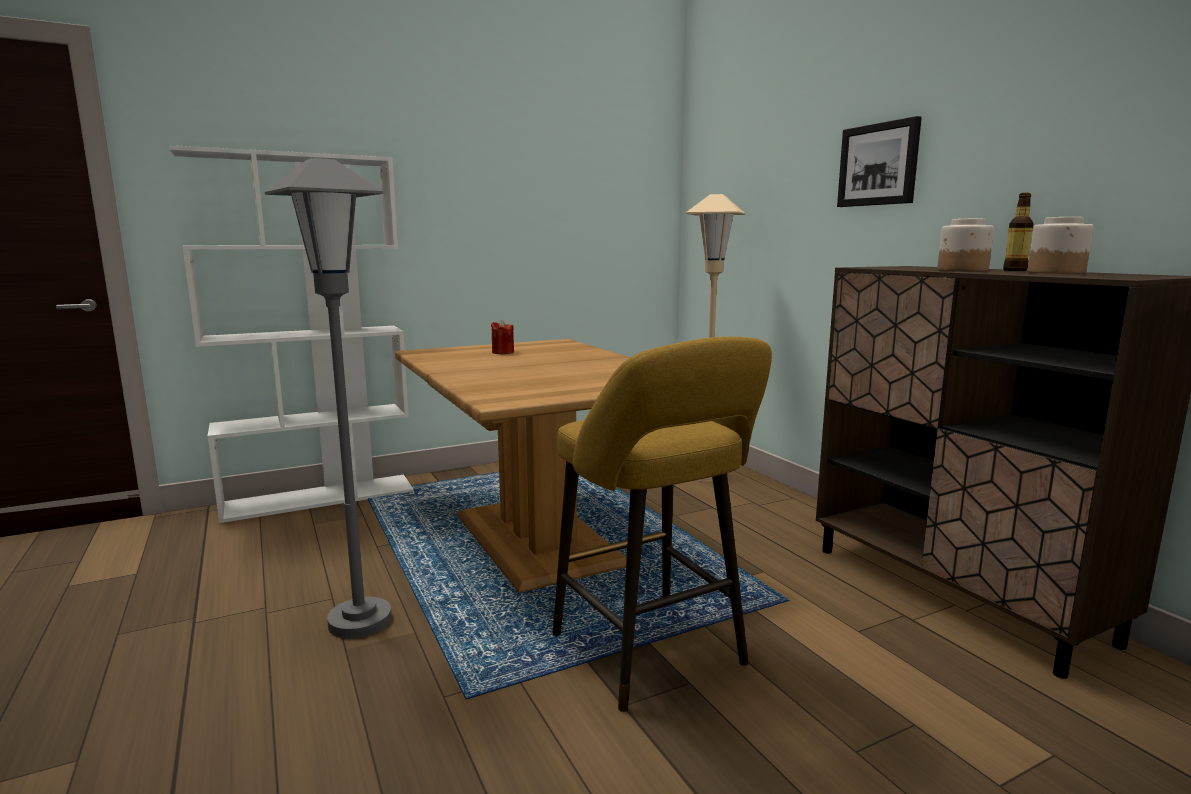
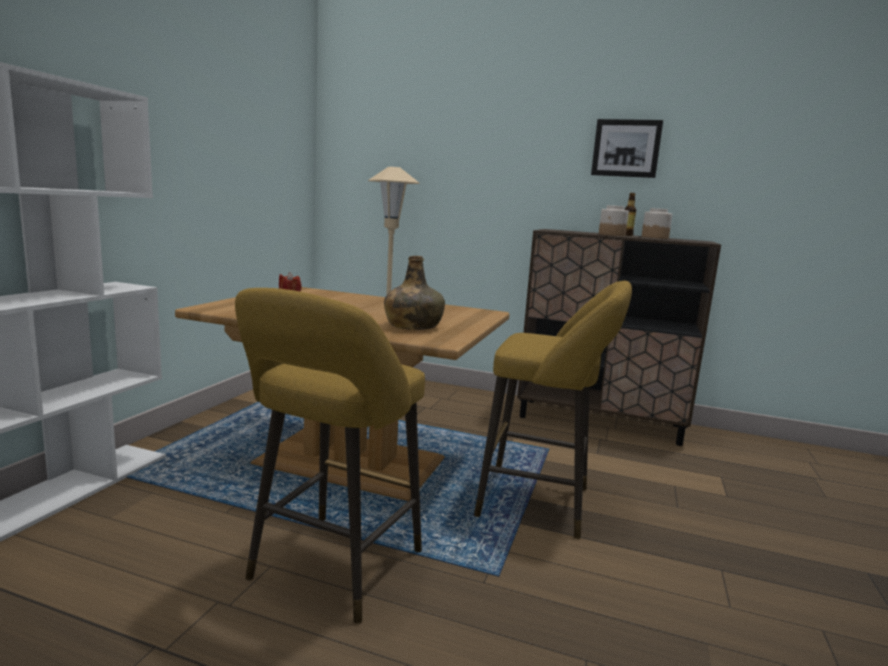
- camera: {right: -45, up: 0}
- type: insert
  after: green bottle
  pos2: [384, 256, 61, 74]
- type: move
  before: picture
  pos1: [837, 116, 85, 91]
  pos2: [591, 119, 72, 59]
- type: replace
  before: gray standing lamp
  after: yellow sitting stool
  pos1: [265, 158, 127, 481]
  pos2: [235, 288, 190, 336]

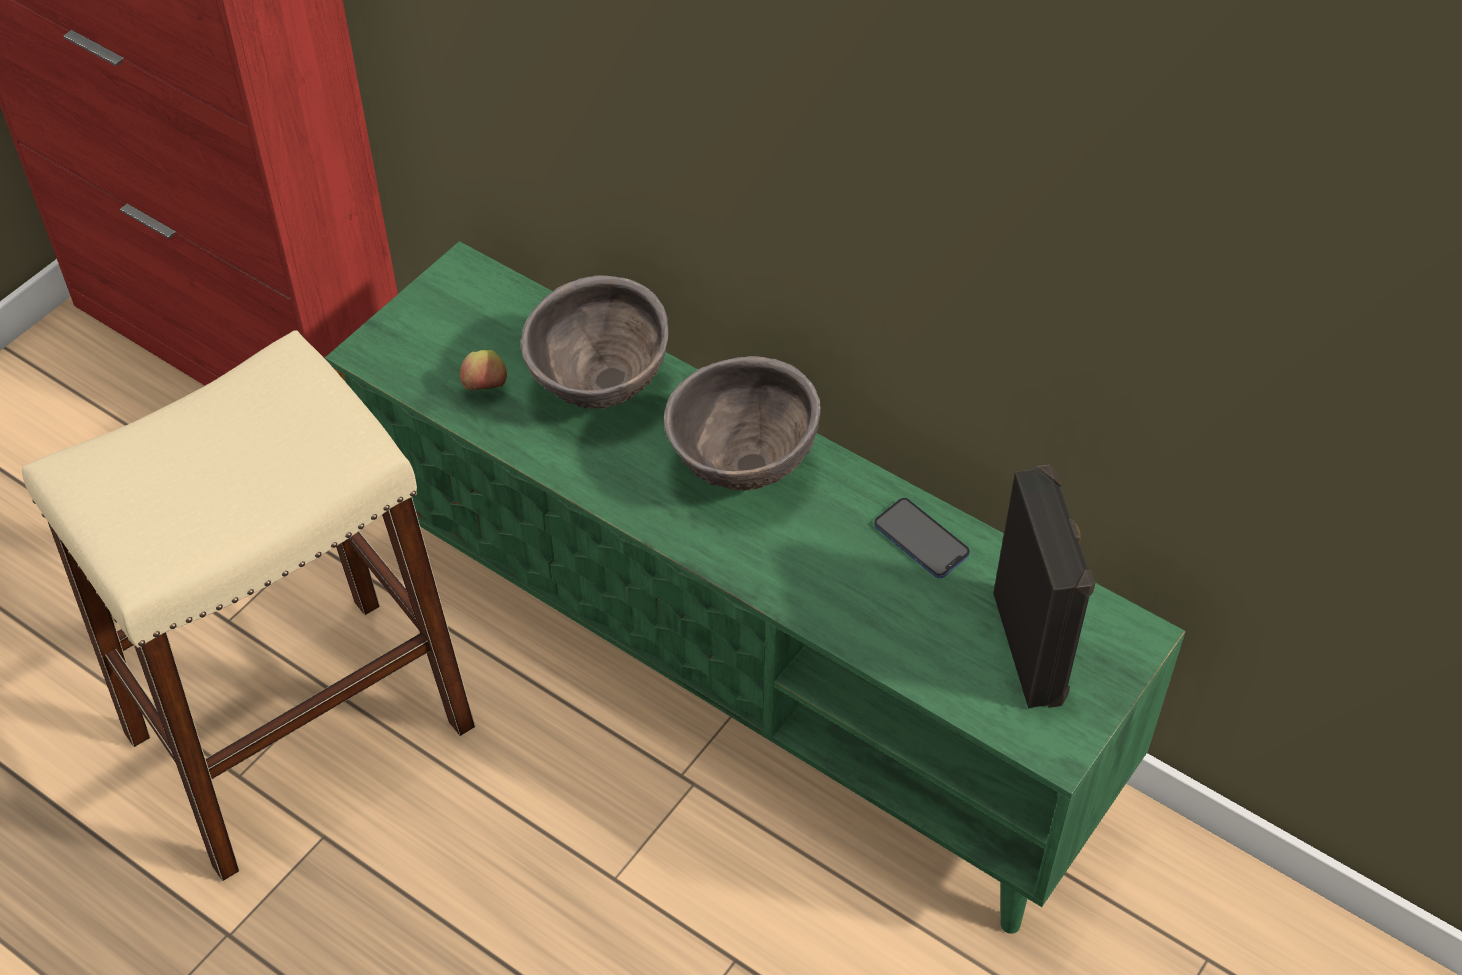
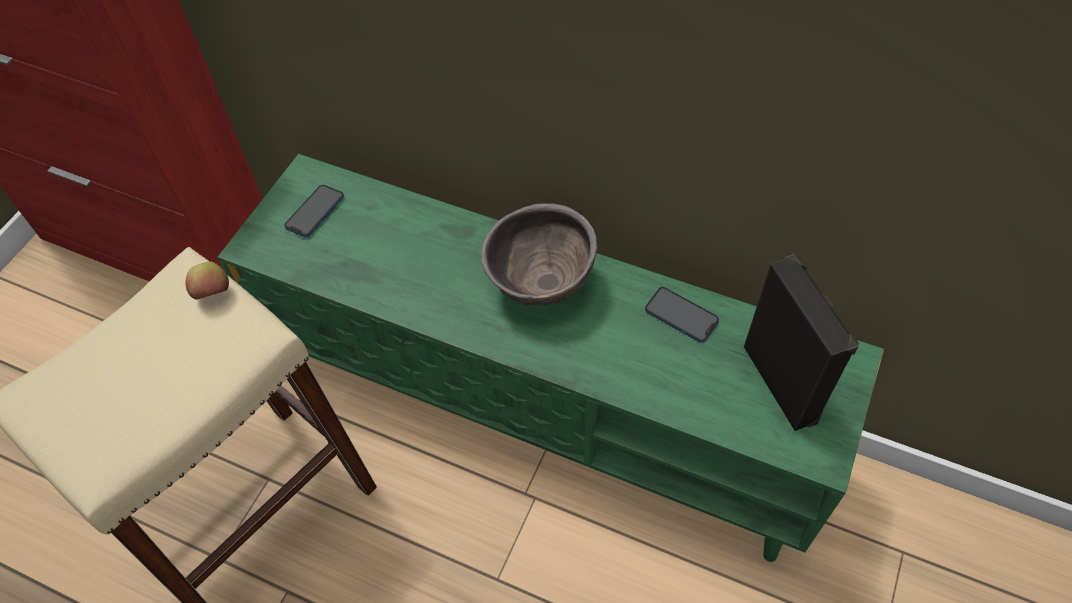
- camera: {right: -10, up: 5}
- type: delete
  before: brown-coloured serving bowl
  pos1: [520, 275, 149, 134]
- type: insert
  after: handset
  pos2: [284, 185, 60, 52]
- type: move
  before: apple
  pos1: [460, 350, 47, 40]
  pos2: [186, 261, 43, 39]

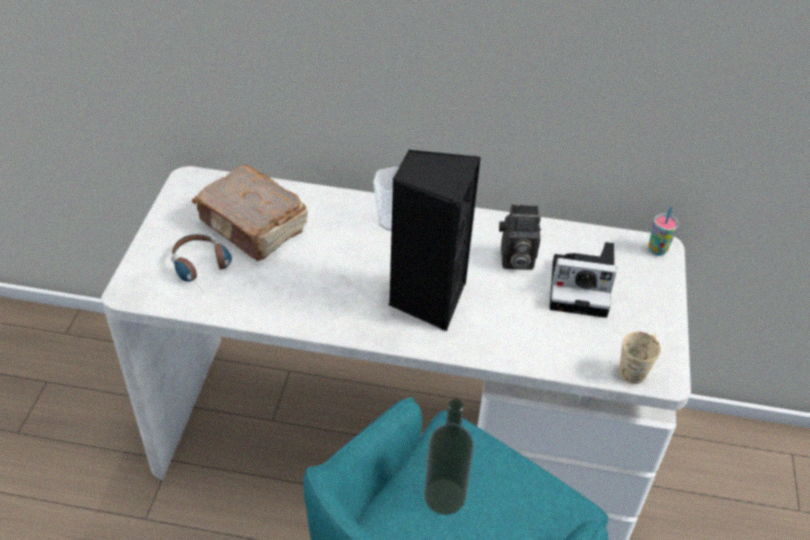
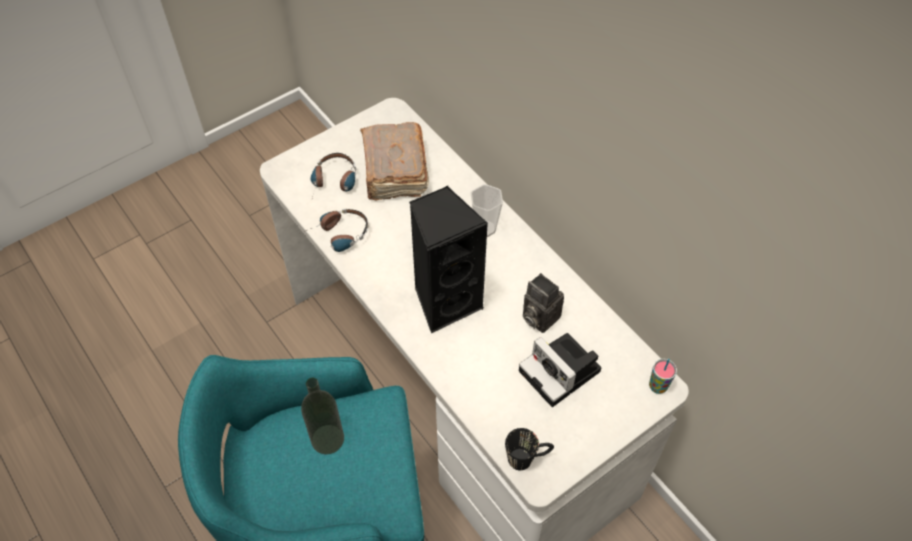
- camera: {right: 45, up: 10}
- type: insert
  after: headphones
  pos2: [306, 209, 63, 43]
- type: recolor
  before: sand-coloured coffee mug
  after: black coffee mug
  pos1: [619, 332, 42, 52]
  pos2: [505, 428, 49, 42]

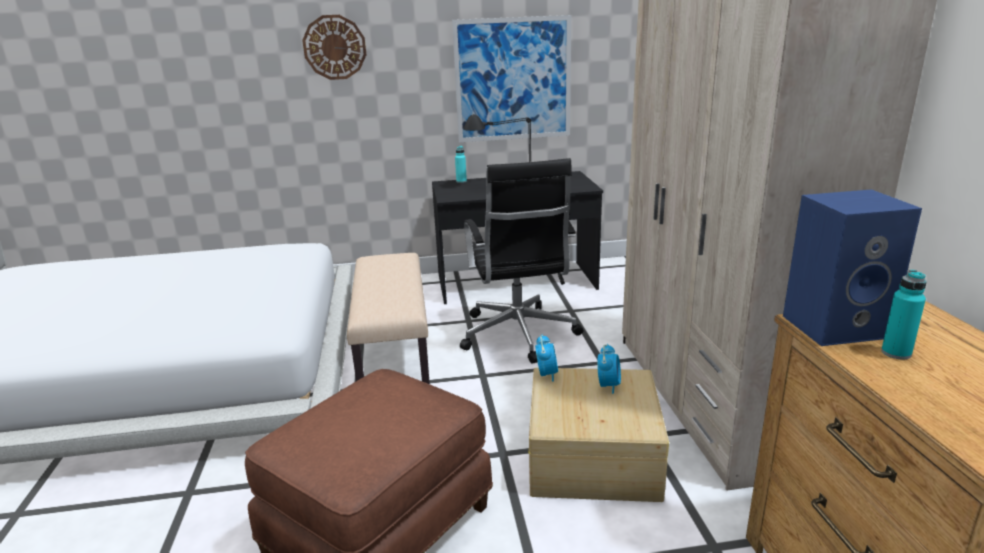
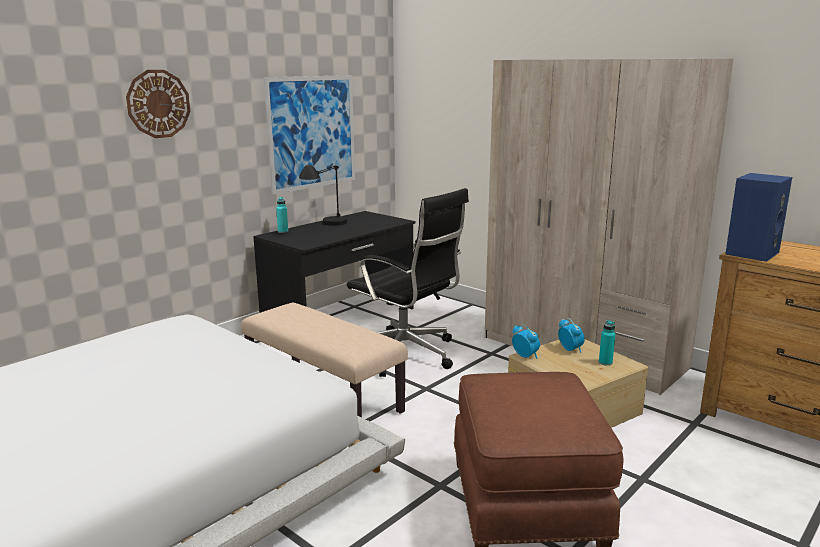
- camera: {right: -40, up: -5}
- type: move
  before: turquoise-coloured bottle
  pos1: [881, 270, 46, 90]
  pos2: [599, 320, 16, 46]

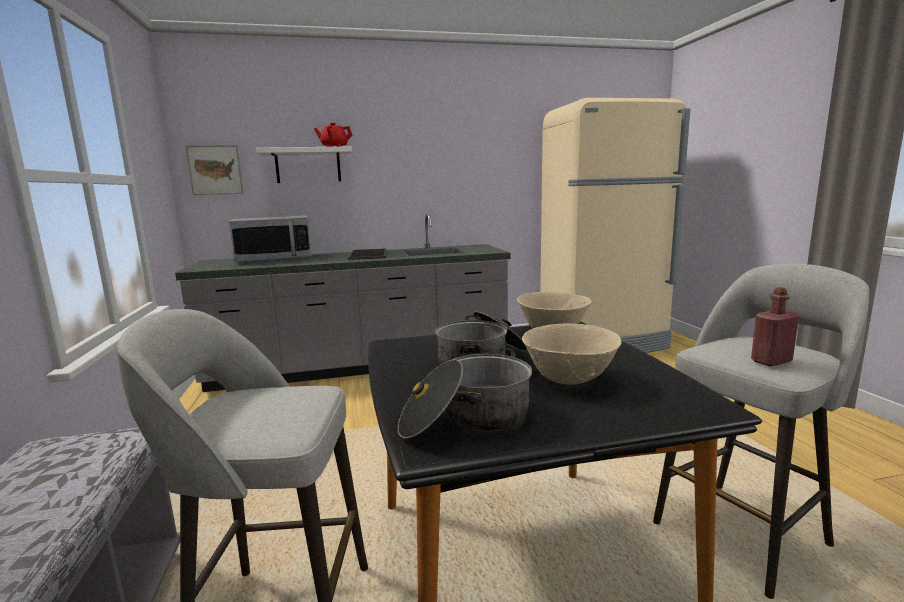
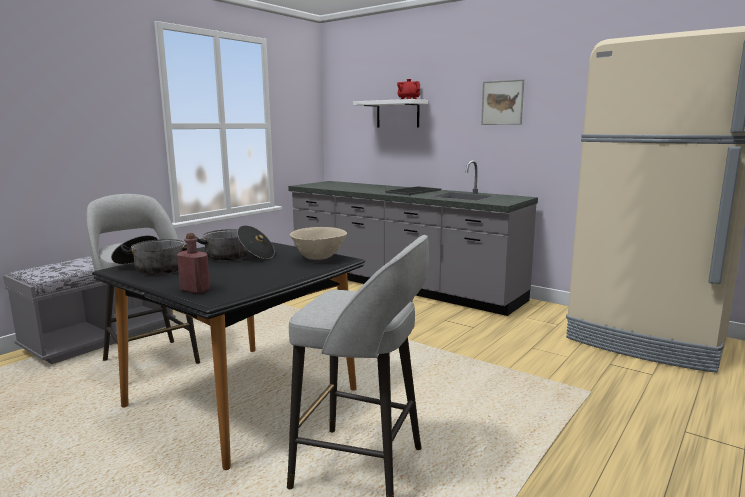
- camera: {right: 50, up: 0}
- type: delete
  before: kitchen microwave
  pos1: [229, 216, 83, 47]
- type: delete
  before: sand-coloured serving bowl
  pos1: [522, 324, 100, 61]
- type: move
  before: picture
  pos1: [185, 145, 59, 50]
  pos2: [481, 79, 43, 46]
- type: move
  before: reddish bottle
  pos1: [751, 287, 48, 80]
  pos2: [177, 233, 33, 61]

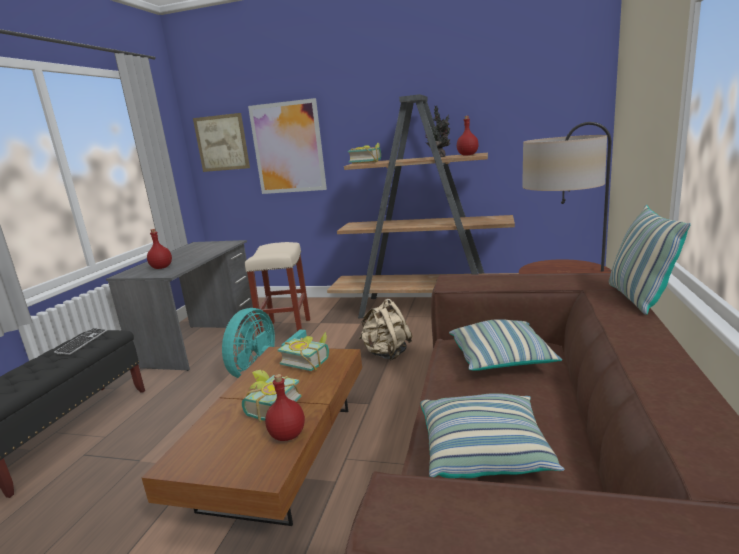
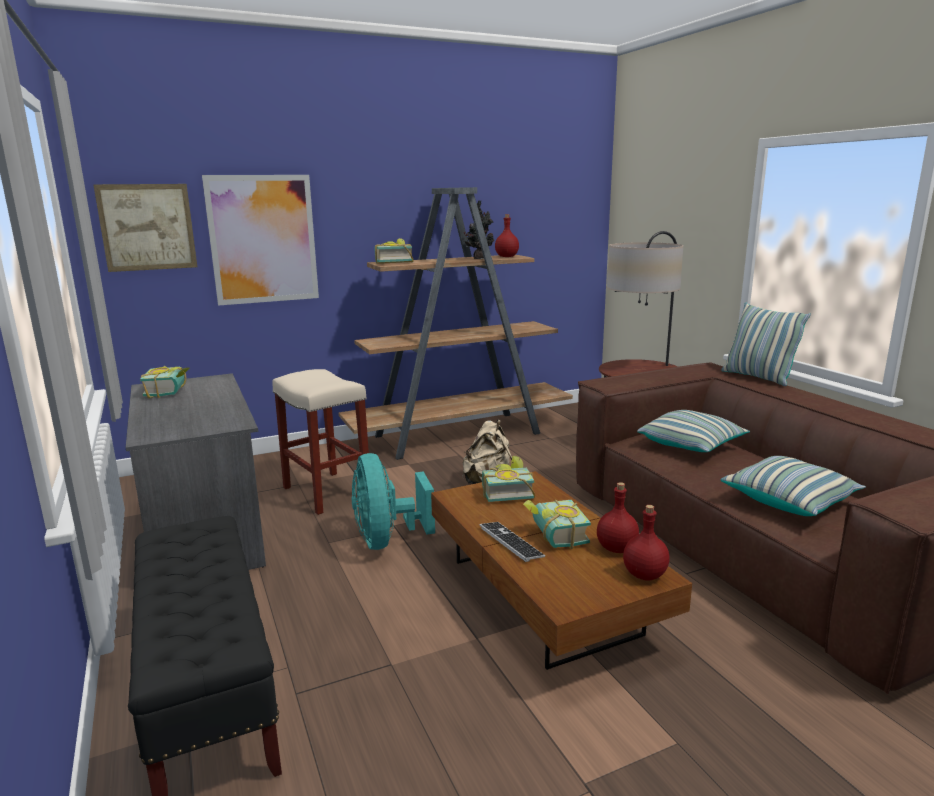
- camera: {right: -40, up: 0}
- type: insert
  after: bound book
  pos2: [140, 366, 50, 32]
- type: move
  before: computer keyboard
  pos1: [54, 328, 53, 27]
  pos2: [479, 522, 66, 40]
- type: move
  before: reddish bottle
  pos1: [147, 229, 25, 40]
  pos2: [623, 505, 47, 76]

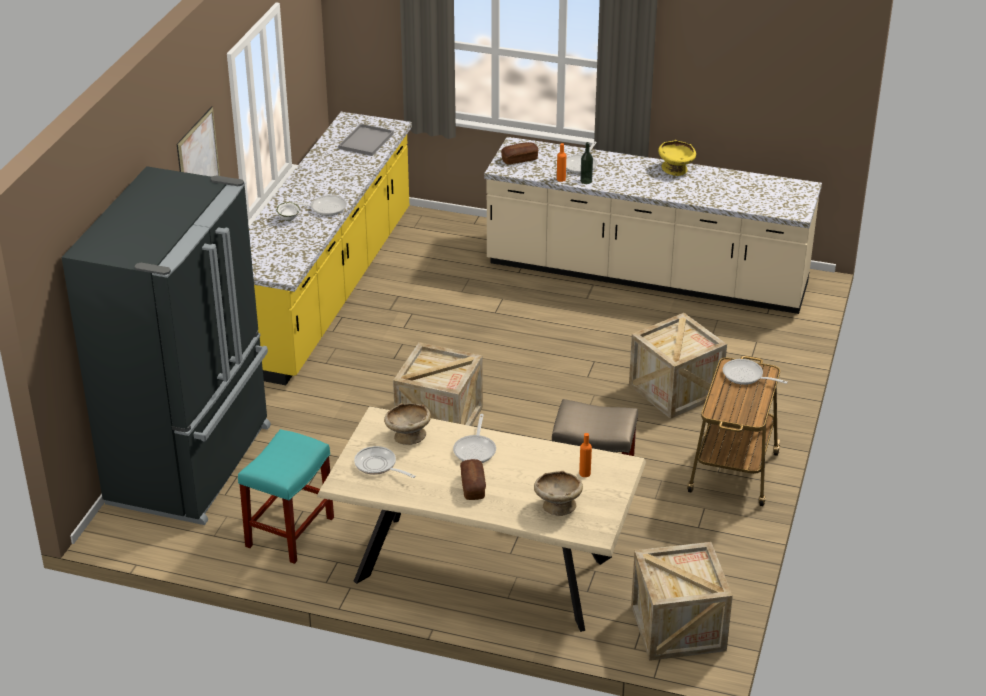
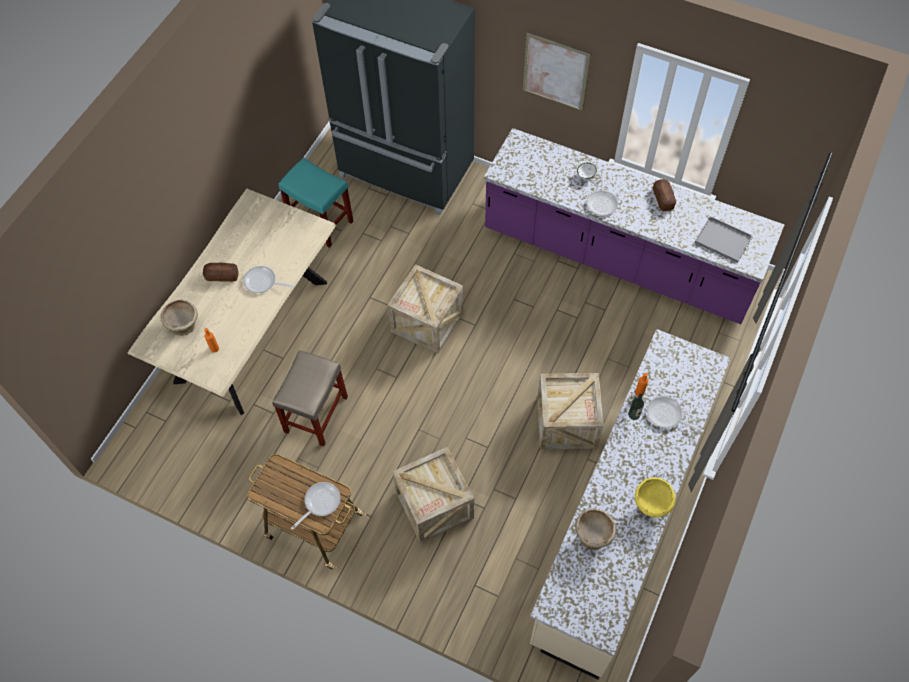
- camera: {right: 100, up: 25}
- type: delete
  before: pan
  pos1: [354, 446, 62, 32]
- type: move
  before: sand-coloured serving bowl
  pos1: [384, 403, 47, 42]
  pos2: [575, 509, 41, 41]
- type: move
  before: bread
  pos1: [501, 142, 37, 22]
  pos2: [653, 179, 23, 32]
- type: move
  before: crate
  pos1: [631, 542, 102, 119]
  pos2: [537, 373, 67, 77]
- type: recolor
  before: yellow counter
  after: purple-coloured counter
  pos1: [249, 112, 163, 273]
  pos2: [484, 128, 300, 196]

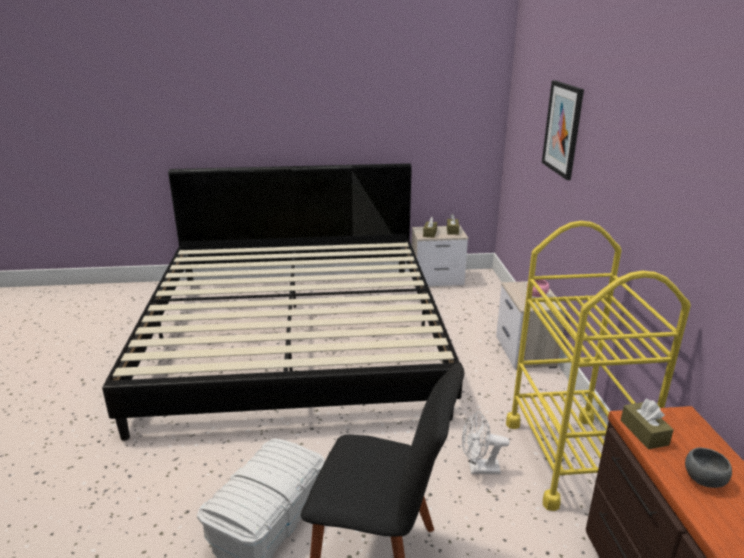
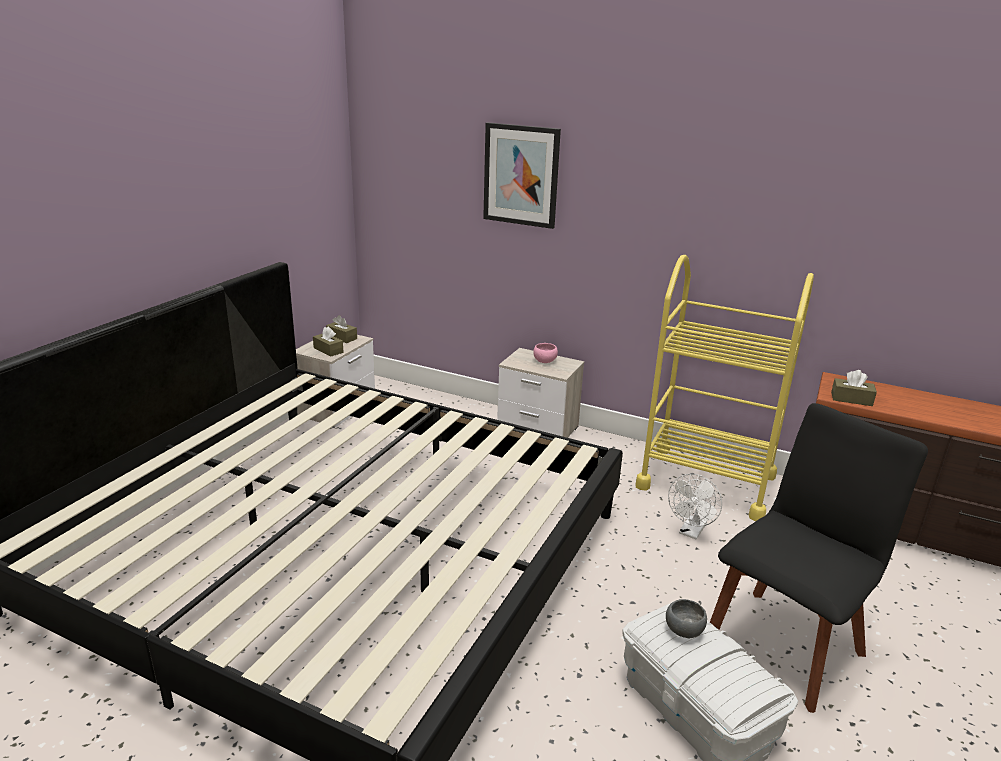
- camera: {right: -60, up: 0}
- type: move
  before: gray serving bowl
  pos1: [685, 448, 47, 40]
  pos2: [666, 599, 41, 39]

